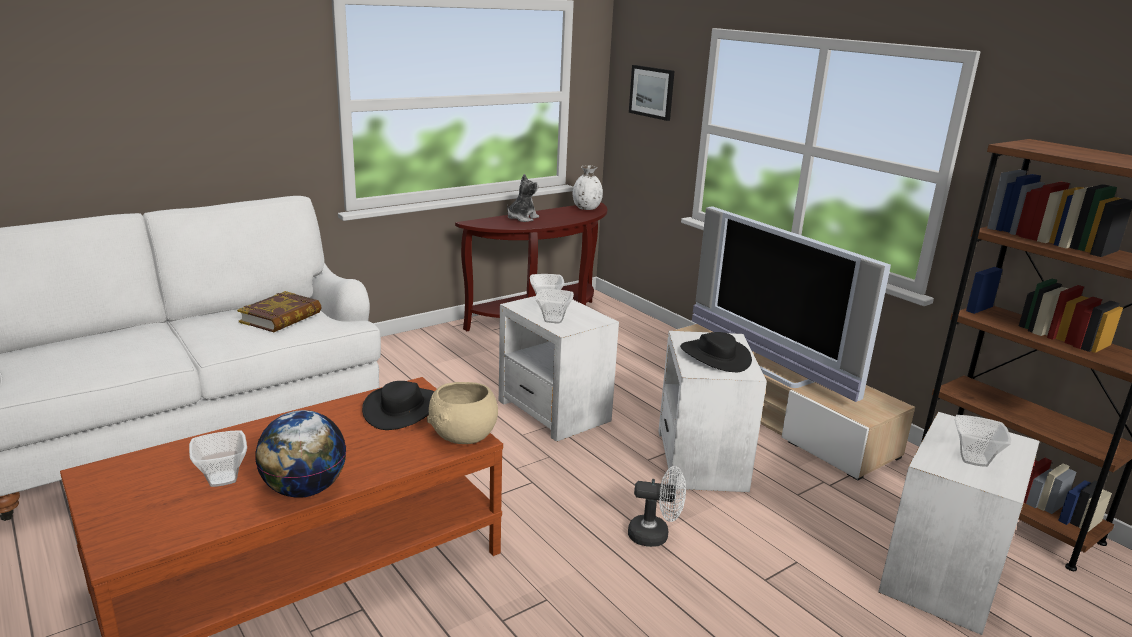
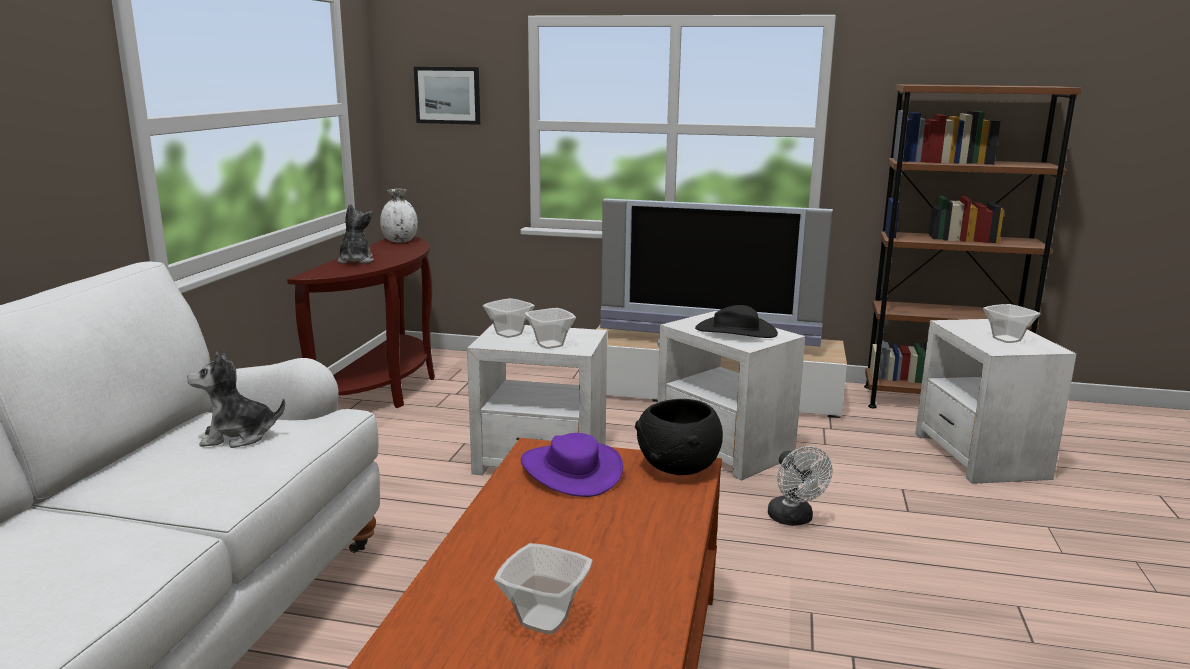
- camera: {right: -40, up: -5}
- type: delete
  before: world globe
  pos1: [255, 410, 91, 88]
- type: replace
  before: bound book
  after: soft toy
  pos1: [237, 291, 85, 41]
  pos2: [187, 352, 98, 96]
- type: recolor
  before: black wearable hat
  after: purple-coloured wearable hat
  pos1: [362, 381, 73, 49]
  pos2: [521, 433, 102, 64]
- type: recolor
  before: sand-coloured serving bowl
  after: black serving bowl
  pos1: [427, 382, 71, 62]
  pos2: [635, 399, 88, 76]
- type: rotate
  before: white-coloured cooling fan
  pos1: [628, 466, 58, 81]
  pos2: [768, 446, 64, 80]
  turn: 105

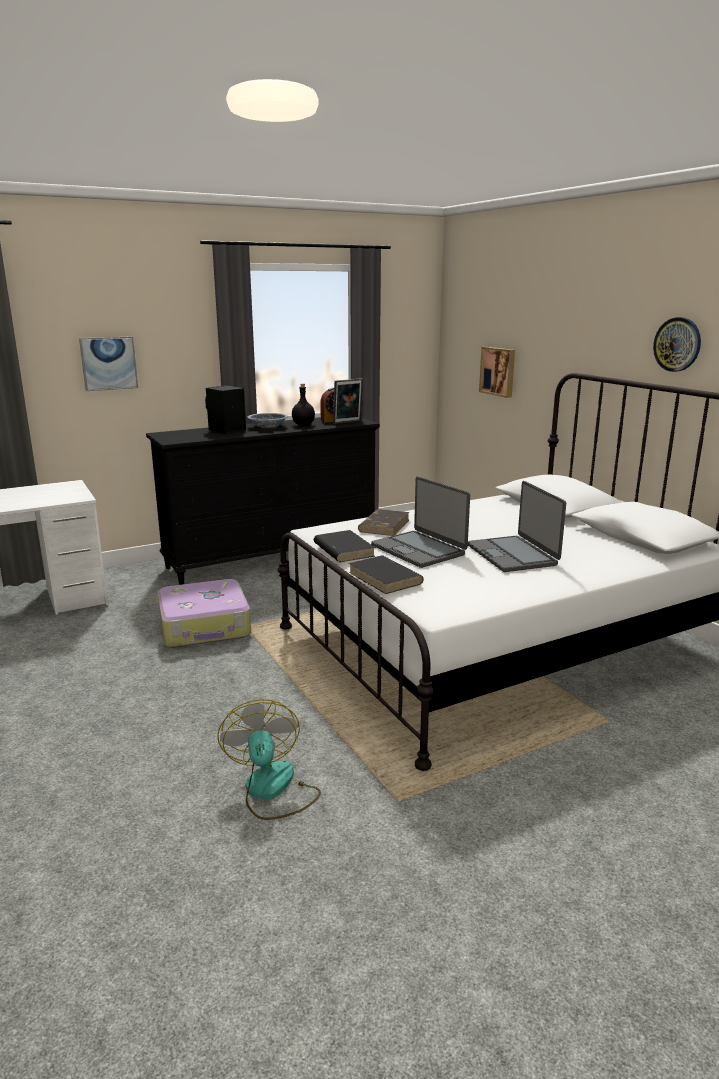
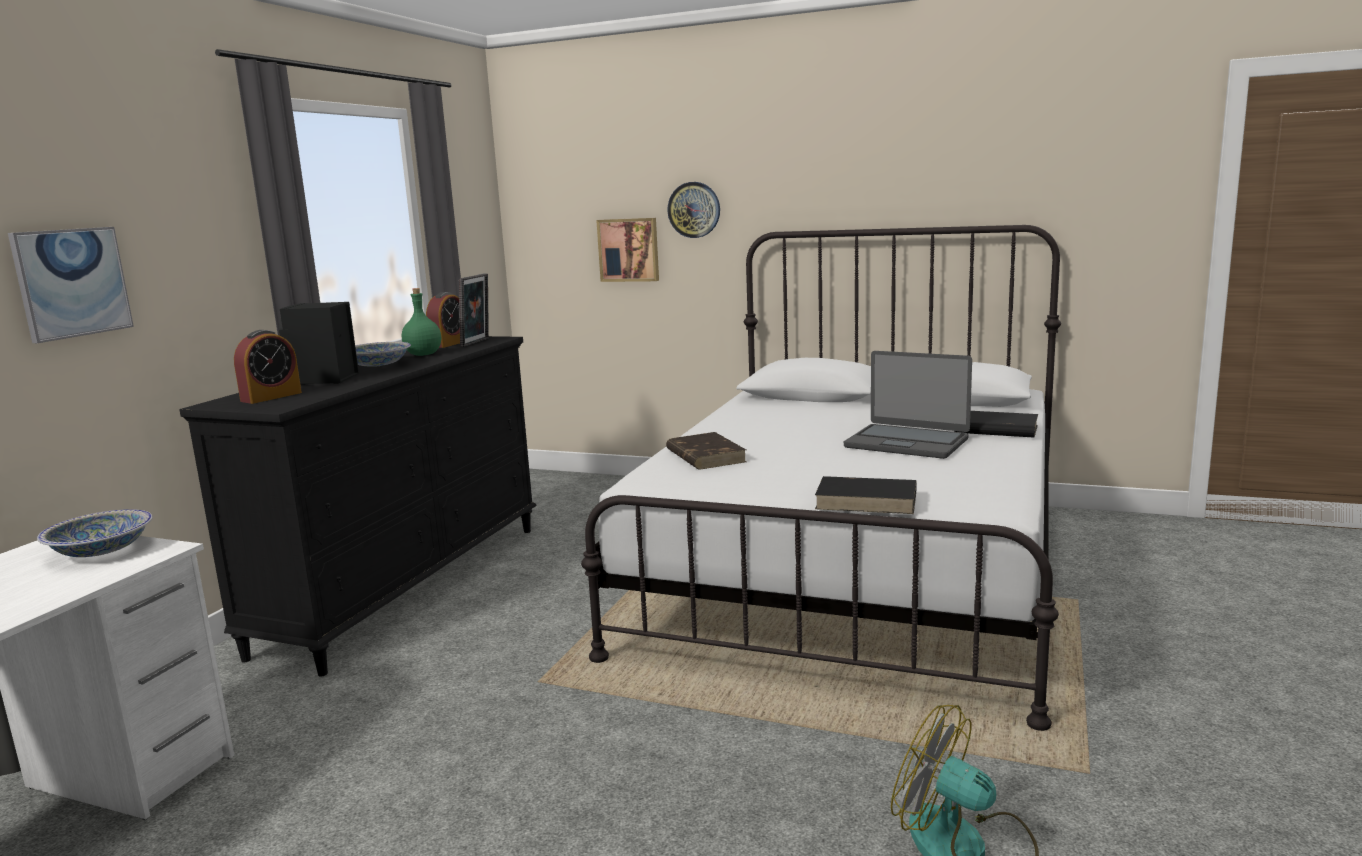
- camera: {right: -40, up: -5}
- type: delete
  before: travel case
  pos1: [157, 579, 94, 69]
- type: delete
  before: notebook computer
  pos1: [371, 477, 99, 91]
- type: insert
  after: serving bowl
  pos2: [37, 509, 115, 48]
- type: insert
  after: alarm clock
  pos2: [234, 330, 68, 74]
- type: move
  before: black bound book
  pos1: [314, 530, 61, 32]
  pos2: [954, 411, 84, 27]
- type: move
  before: hanging clock
  pos1: [653, 317, 48, 55]
  pos2: [667, 182, 53, 56]
- type: recolor
  before: black bottle
  after: green bottle
  pos1: [292, 384, 23, 42]
  pos2: [402, 288, 39, 68]

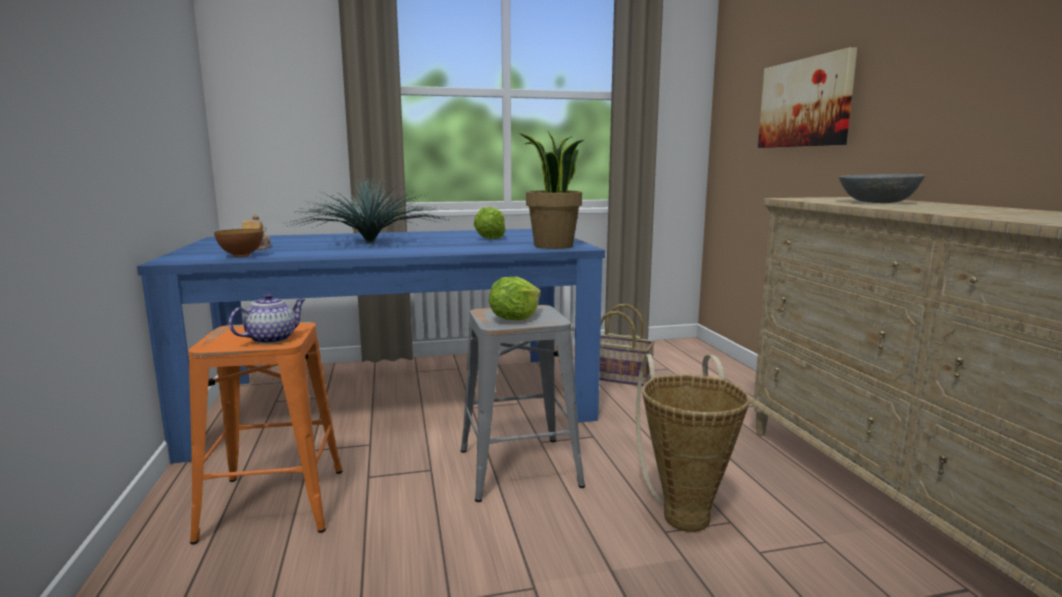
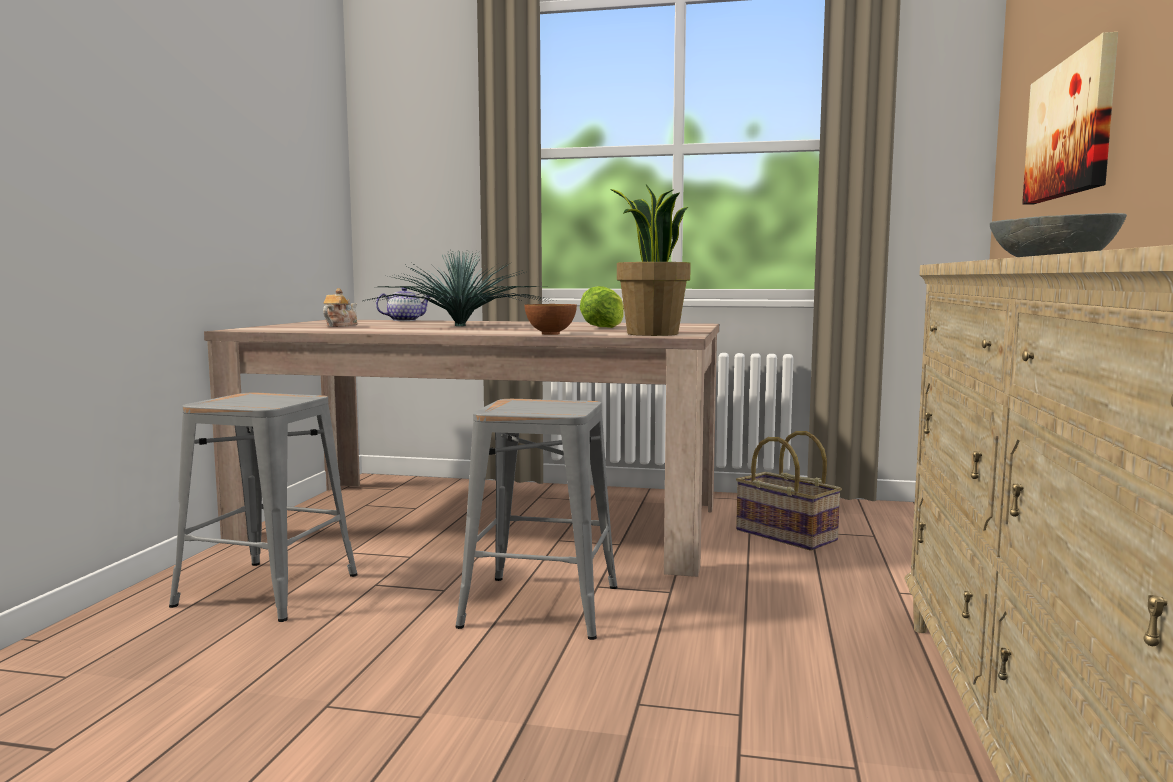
- camera: {right: 25, up: -5}
- type: delete
  before: head of lettuce
  pos1: [488, 277, 53, 43]
- type: delete
  before: basket
  pos1: [636, 354, 114, 178]
- type: move
  before: serving bowl
  pos1: [214, 229, 49, 28]
  pos2: [525, 304, 52, 31]
- type: move
  before: tea pot
  pos1: [229, 293, 76, 51]
  pos2: [376, 288, 54, 33]
- type: recolor
  before: blue dinner table
  after: sand-coloured dinner table
  pos1: [137, 229, 468, 235]
  pos2: [204, 320, 515, 257]
- type: recolor
  before: orange sitting stool
  after: gray sitting stool
  pos1: [188, 322, 155, 223]
  pos2: [169, 393, 189, 229]

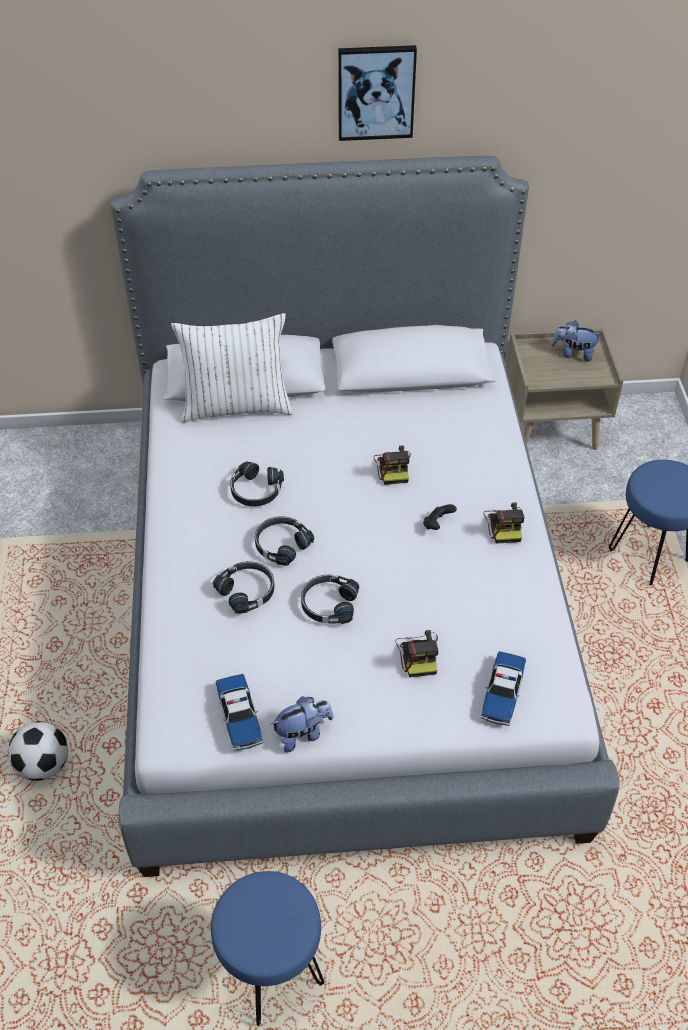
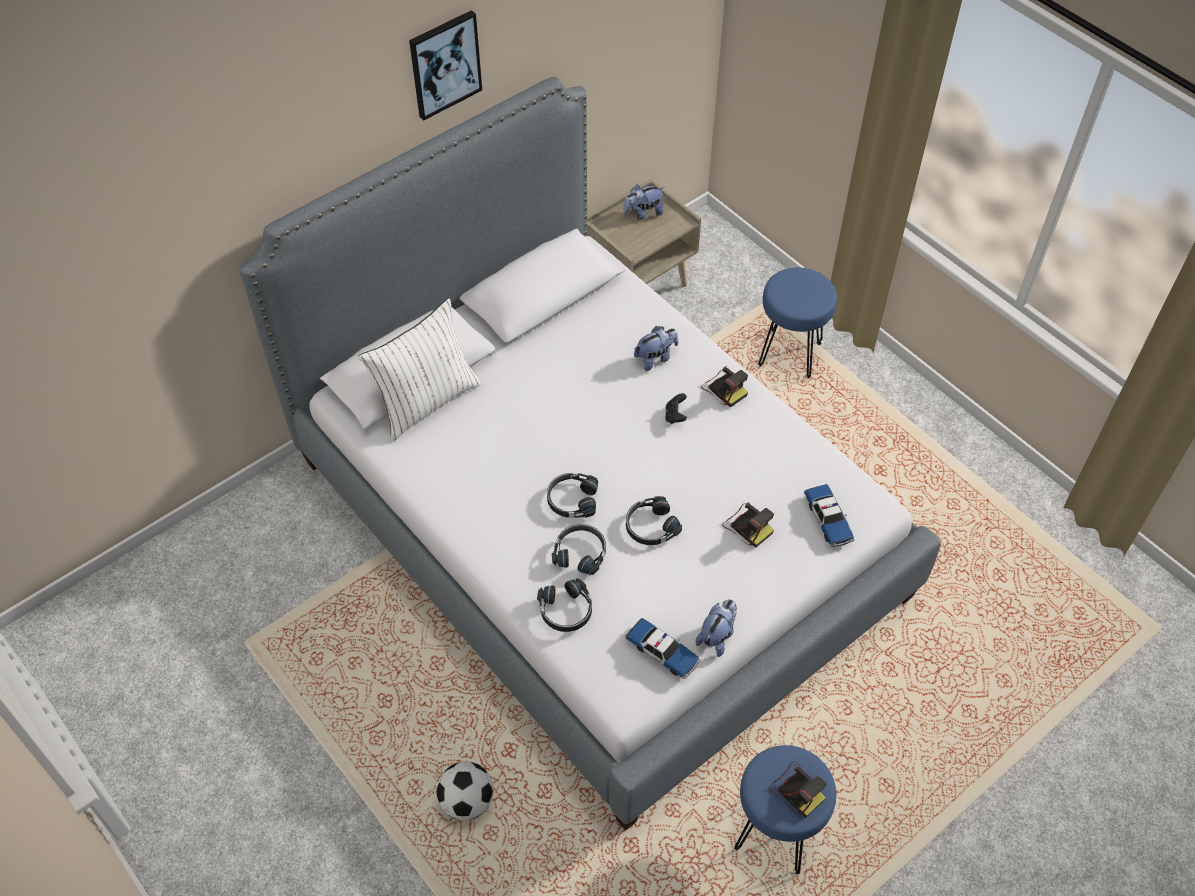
- camera: {right: -35, up: 5}
- type: insert
  after: soft toy
  pos2: [634, 326, 44, 45]
- type: move
  before: black headphones
  pos1: [230, 461, 54, 45]
  pos2: [537, 578, 55, 54]
- type: move
  before: photo camera
  pos1: [374, 445, 37, 40]
  pos2: [769, 761, 58, 56]

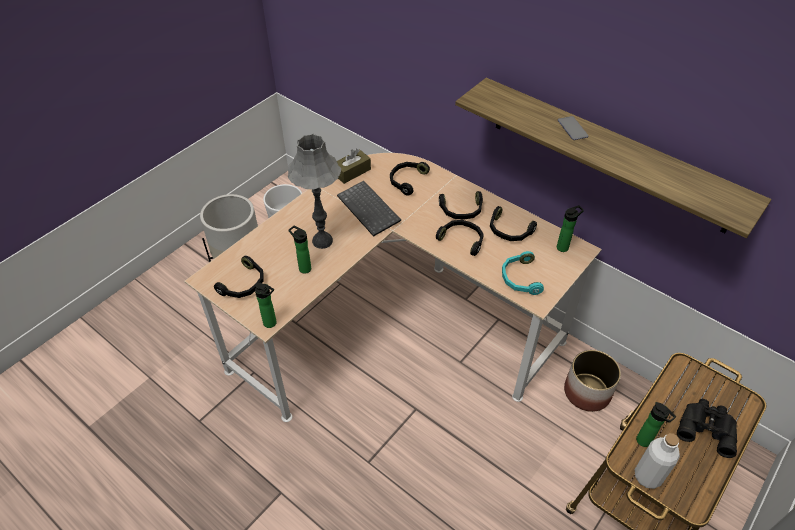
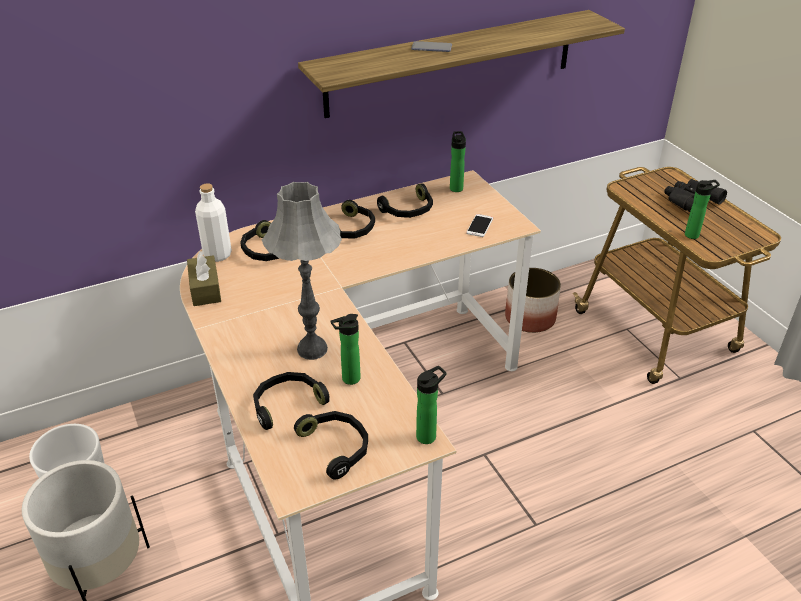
- camera: {right: -65, up: -10}
- type: delete
  before: computer keyboard
  pos1: [337, 181, 64, 56]
- type: move
  before: black headphones
  pos1: [436, 220, 48, 36]
  pos2: [253, 372, 77, 58]
- type: move
  before: white-coloured bottle
  pos1: [635, 433, 45, 56]
  pos2: [195, 184, 37, 78]
- type: replace
  before: turquoise-coloured headphones
  after: handset
  pos1: [502, 251, 42, 44]
  pos2: [466, 214, 27, 23]

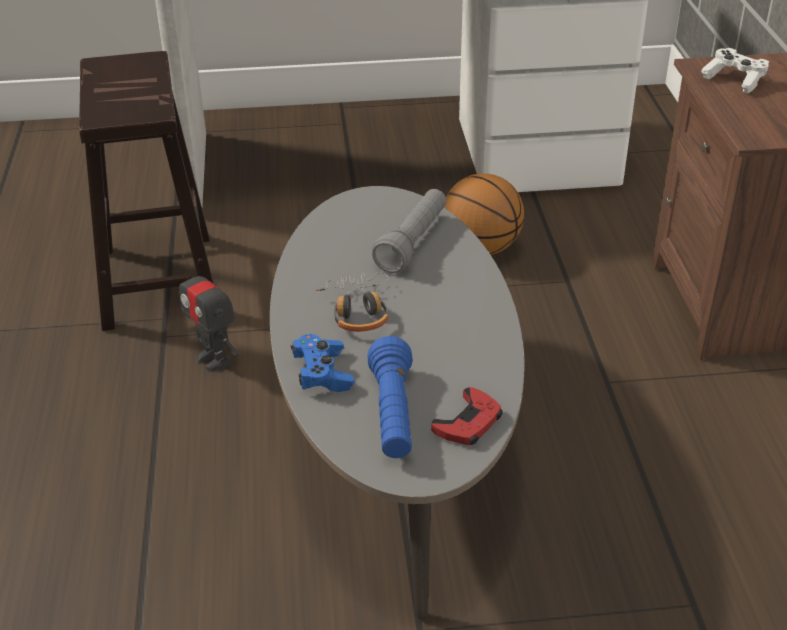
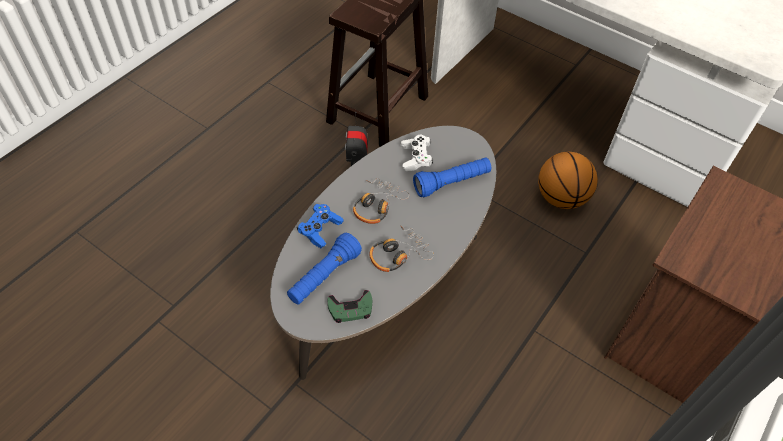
- camera: {right: 40, up: 15}
- type: insert
  after: headphones
  pos2: [369, 225, 65, 47]
- type: move
  before: white-coloured gamepad
  pos1: [701, 48, 68, 45]
  pos2: [401, 135, 32, 36]
- type: recolor
  before: gray hand torch
  after: blue hand torch
  pos1: [372, 189, 75, 84]
  pos2: [413, 157, 78, 40]
- type: recolor
  before: reddish gamepad
  after: green gamepad
  pos1: [431, 387, 71, 58]
  pos2: [328, 290, 44, 33]

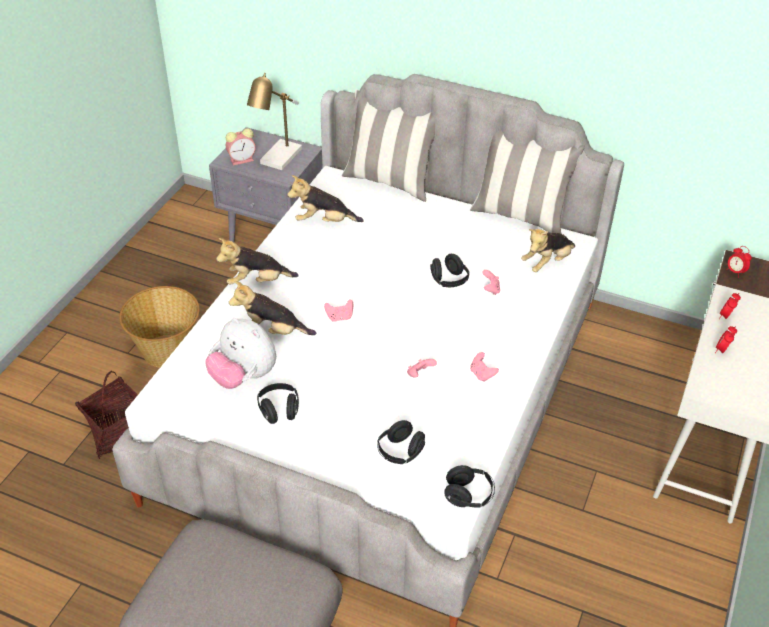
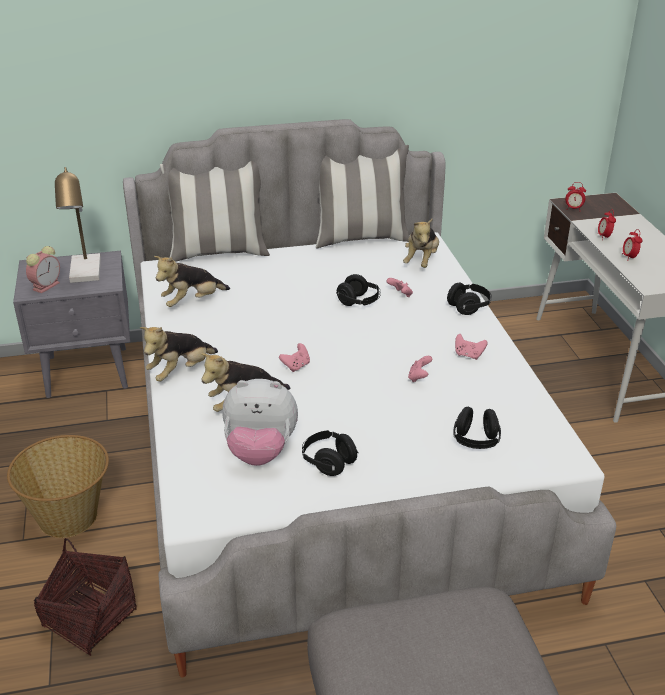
- camera: {right: -35, up: -10}
- type: move
  before: black headphones
  pos1: [444, 465, 51, 42]
  pos2: [447, 283, 45, 32]

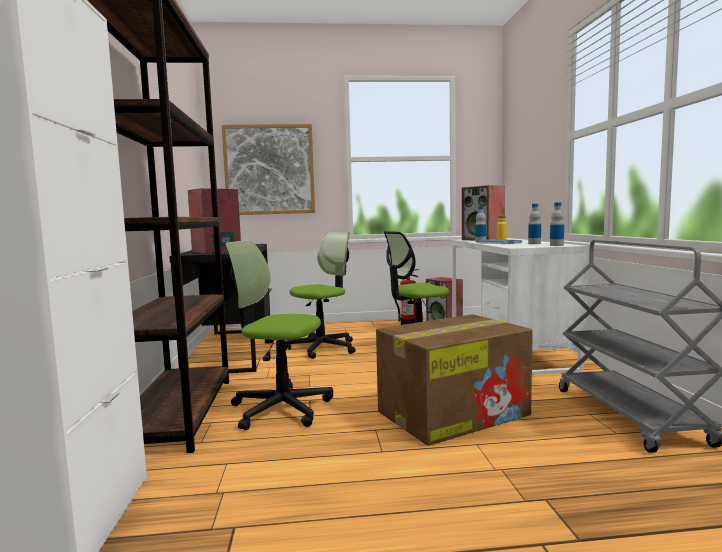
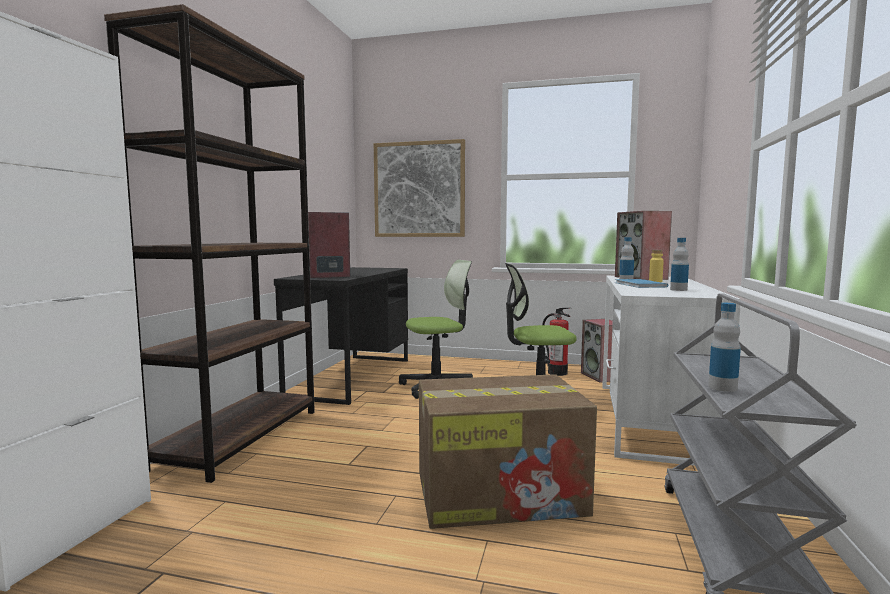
- camera: {right: 20, up: 0}
- type: delete
  before: desk chair
  pos1: [225, 240, 108, 190]
- type: move
  before: bottle
  pos1: [550, 202, 14, 44]
  pos2: [708, 303, 33, 89]

